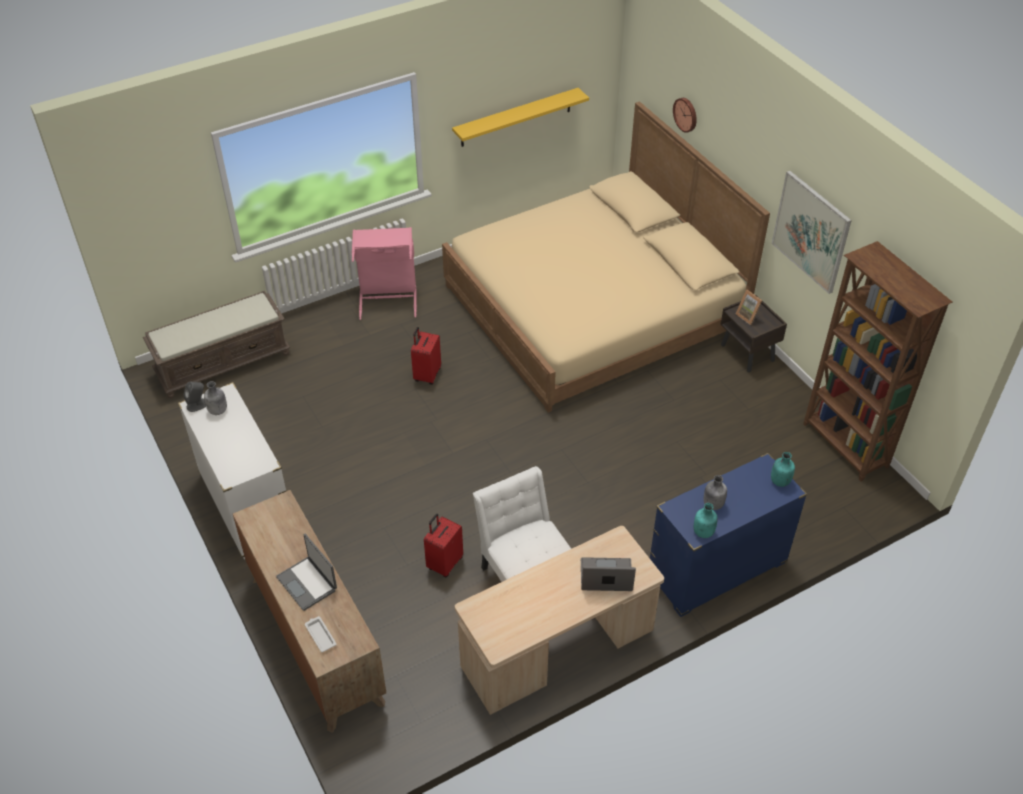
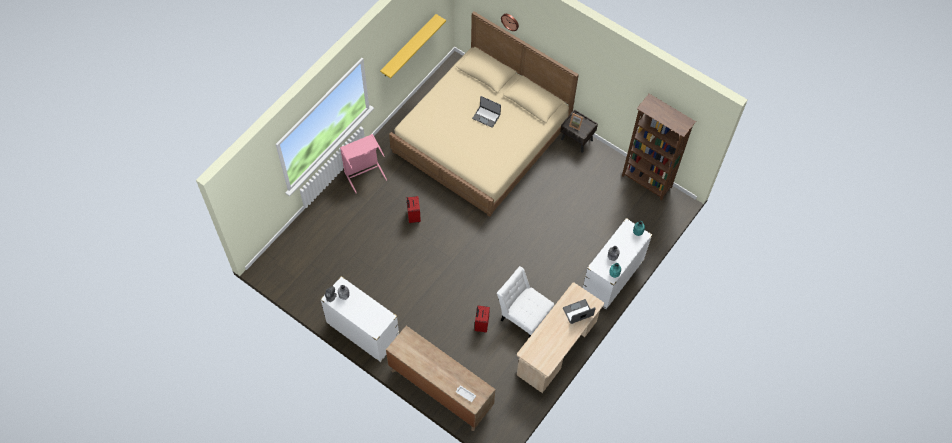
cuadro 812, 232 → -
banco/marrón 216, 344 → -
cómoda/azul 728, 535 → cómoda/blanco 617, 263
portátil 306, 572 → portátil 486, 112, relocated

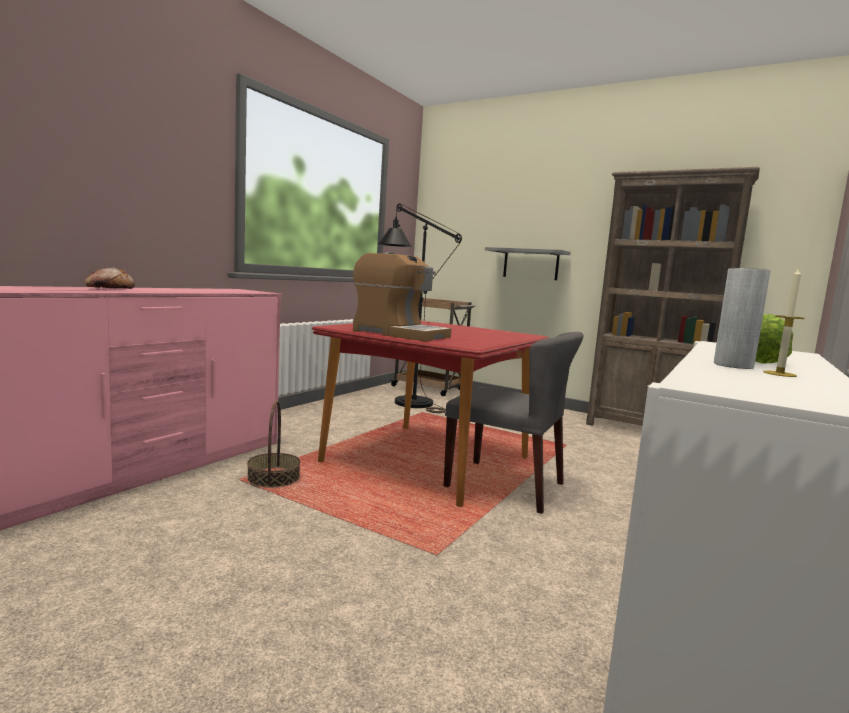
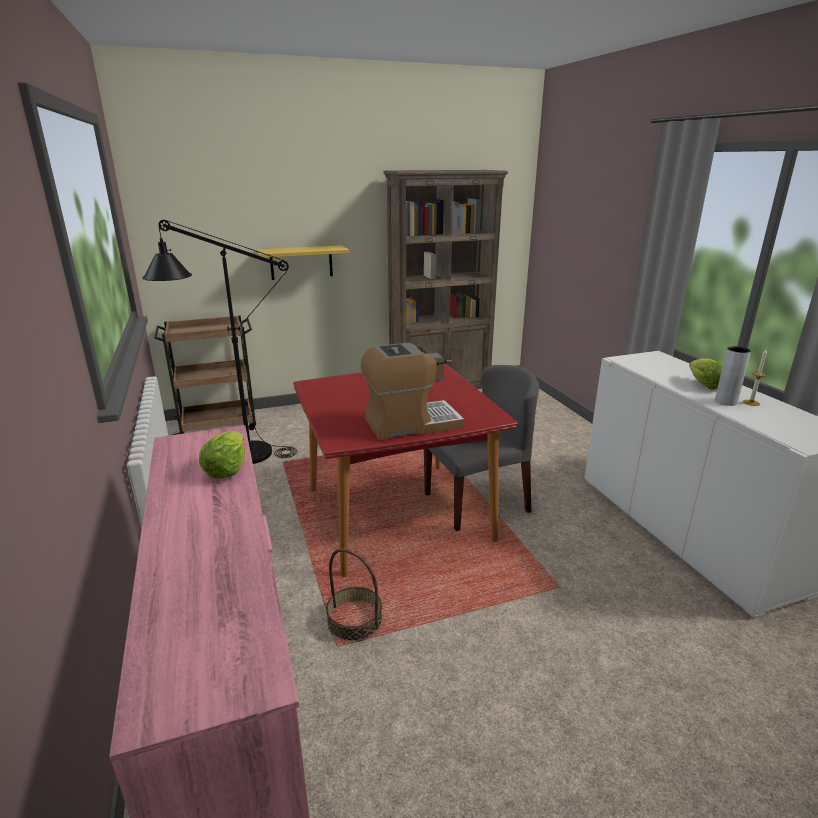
estante/gris 528, 263 → estante/amarillo 303, 262
pan 109, 278 → -
- → lechuga 222, 455

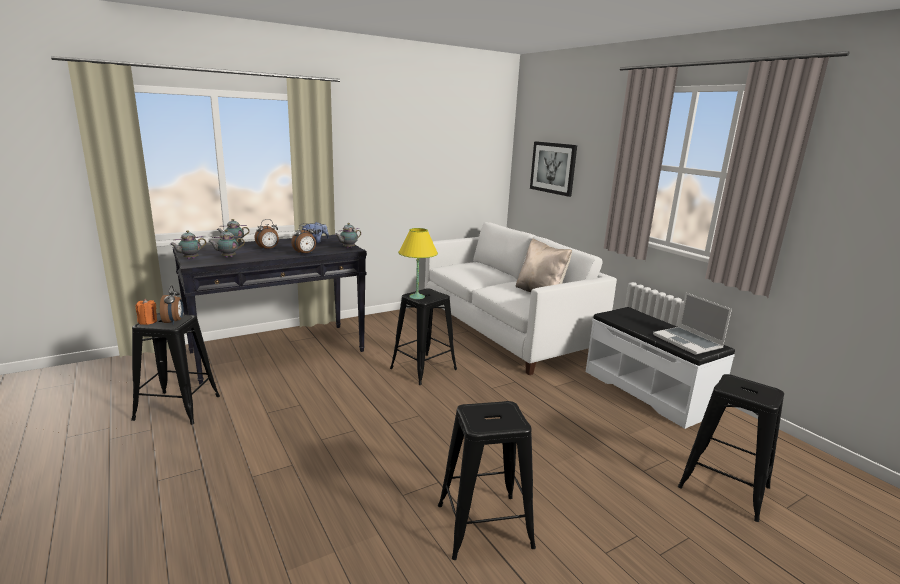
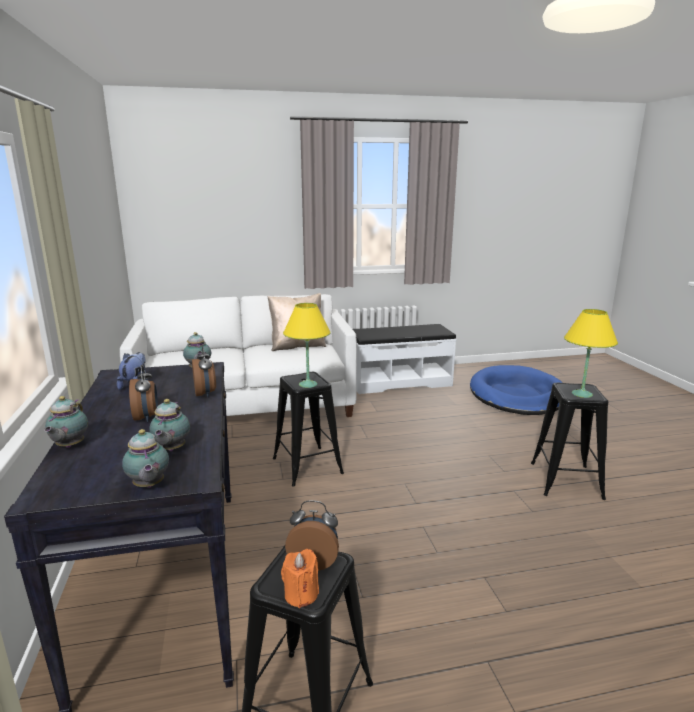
cuadro 553, 169 → -
portátil 692, 324 → -
taburete/negro 731, 448 → cama para perro/azul 516, 390
- → lámpara de mesa/amarillo 591, 353

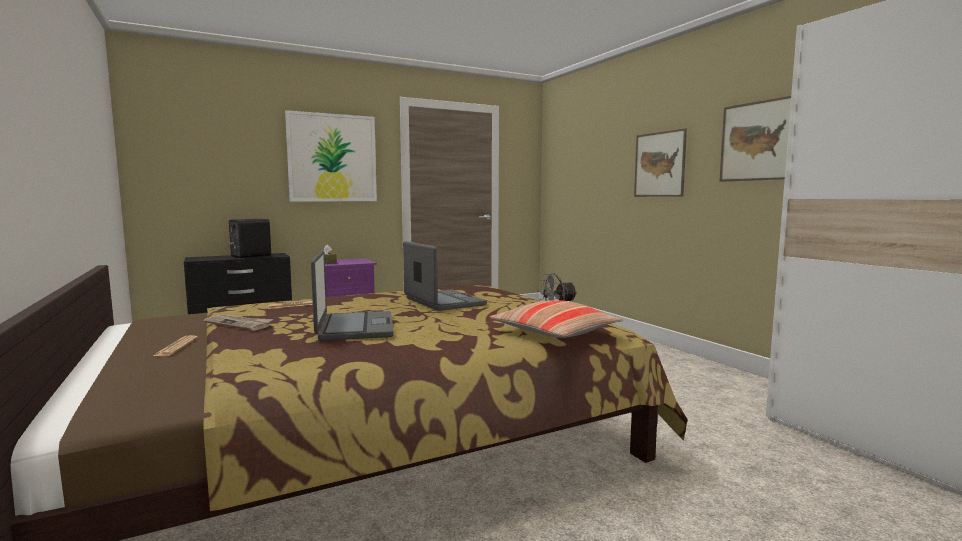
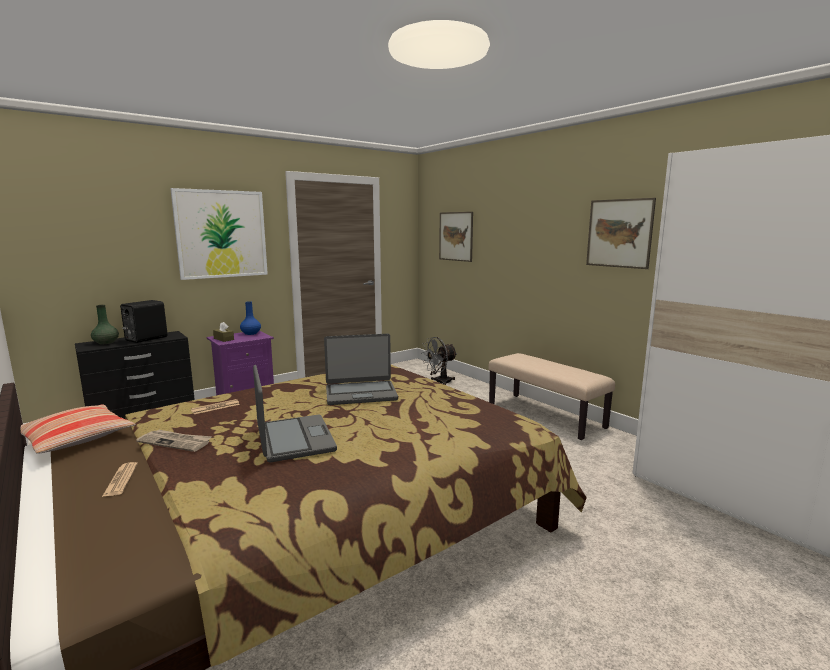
cuadro 660, 162 → cuadro 456, 237, relocated
portátil 445, 276 → portátil 361, 369, 120 degrees clockwise
cojín 556, 319 → cojín 78, 429, relocated
- → florero/azul 250, 318
- → florero/verde 105, 324
- → banco/beis 551, 396

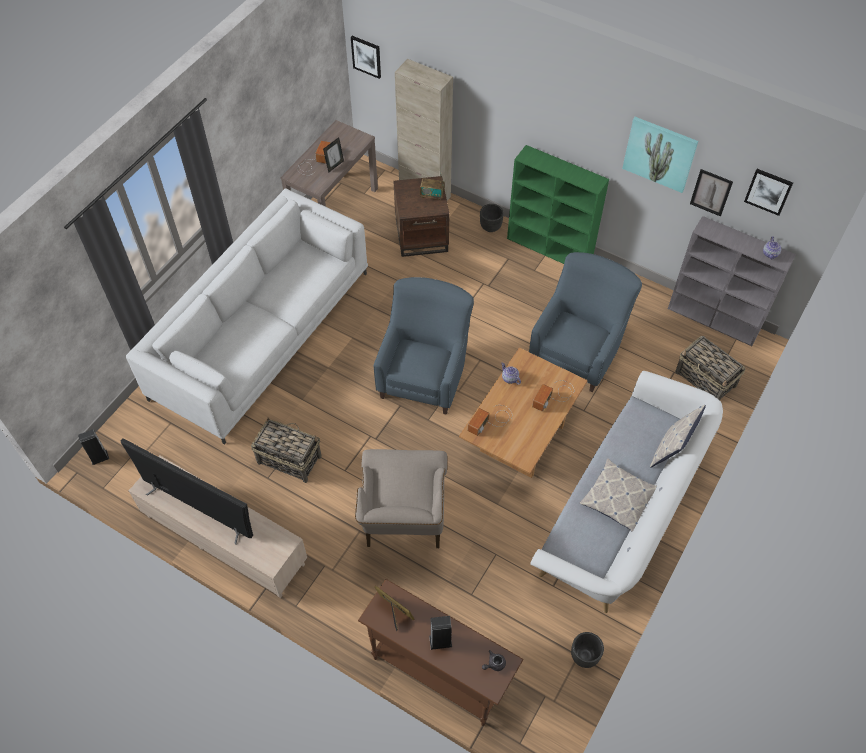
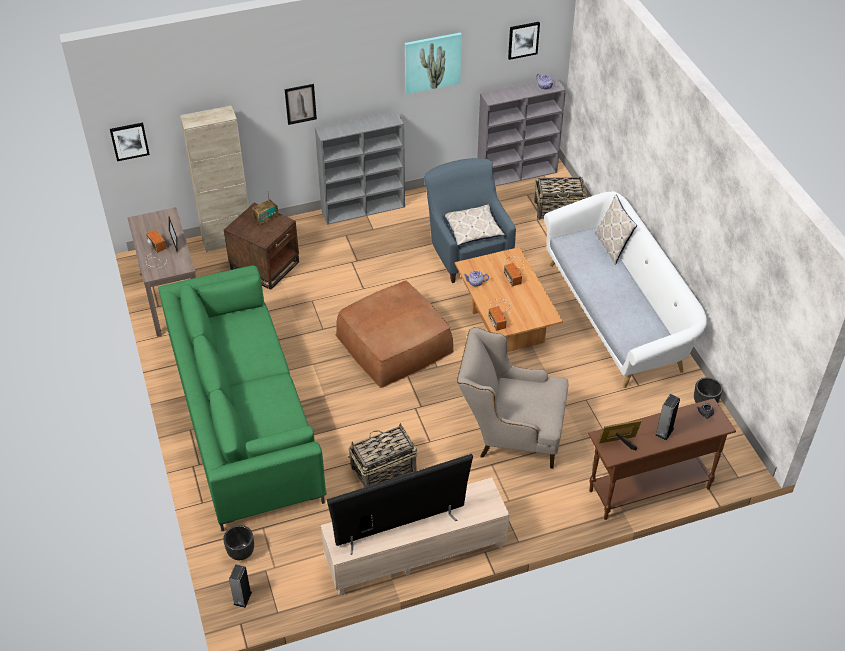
estantería/verde 558, 204 → estantería/gris 360, 168
cuadro 711, 193 → cuadro 301, 104, relocated
sofá/blanco 247, 316 → sofá/verde 242, 398
maceta/negro 492, 218 → maceta/negro 238, 542, relocated
sillón/azul 424, 346 → puf/marrón 395, 334
sillón/beis 401, 498 → sillón/beis 512, 398, 150 degrees clockwise
cojín 618, 495 → cojín 475, 225, relocated

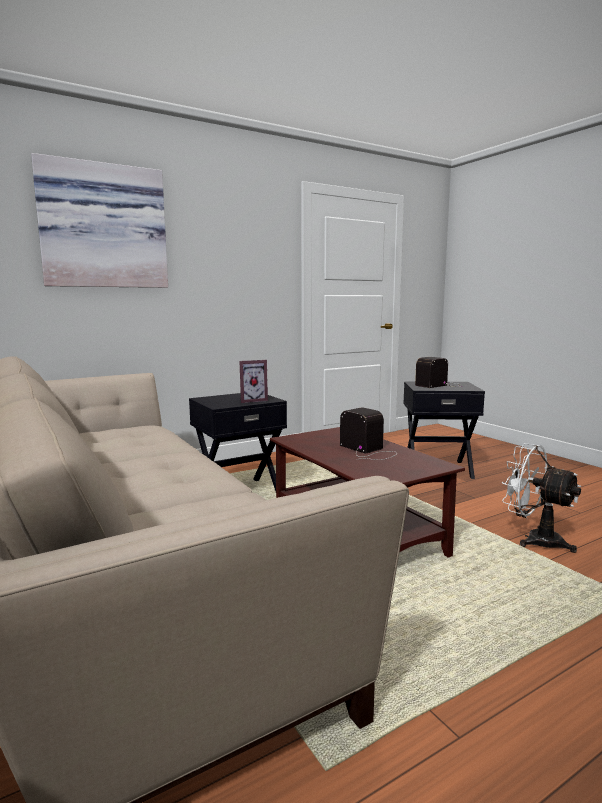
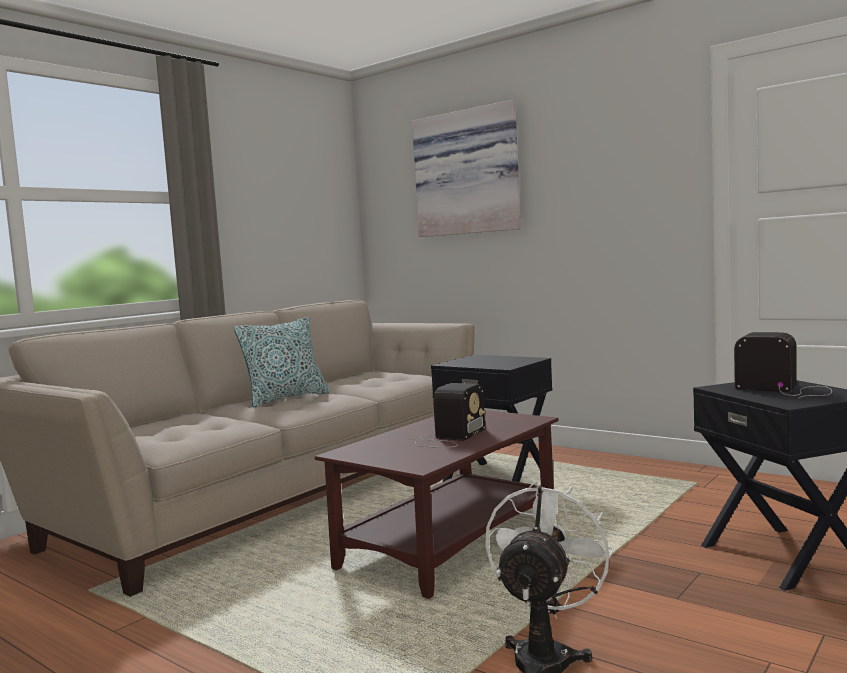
portarretratos 253, 381 → -
- → cojín 281, 362

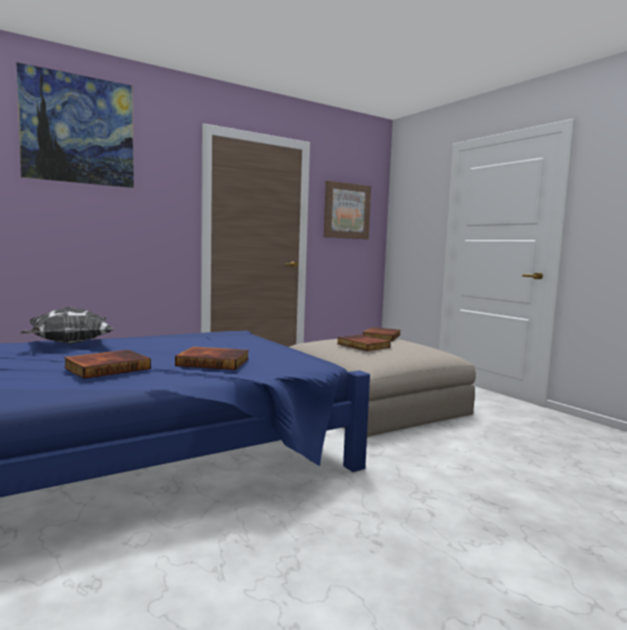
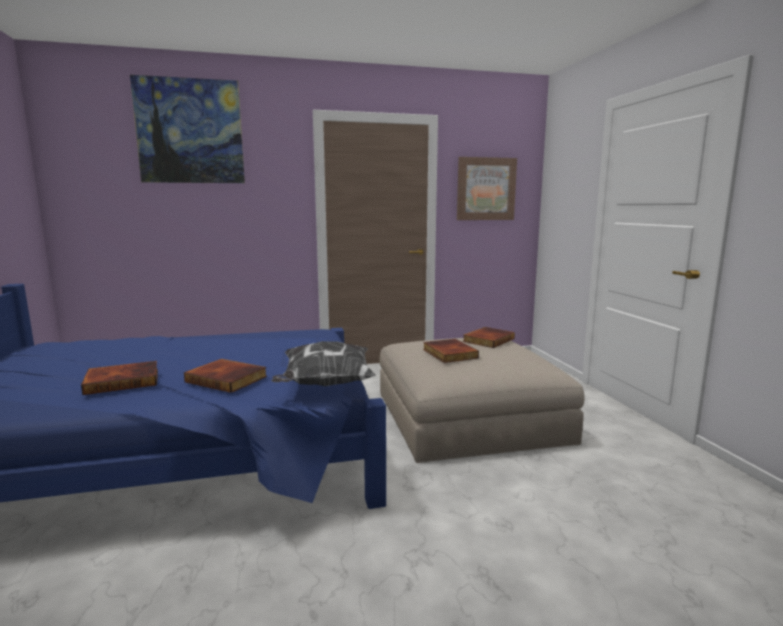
cojín 67, 325 → cojín 323, 363, relocated

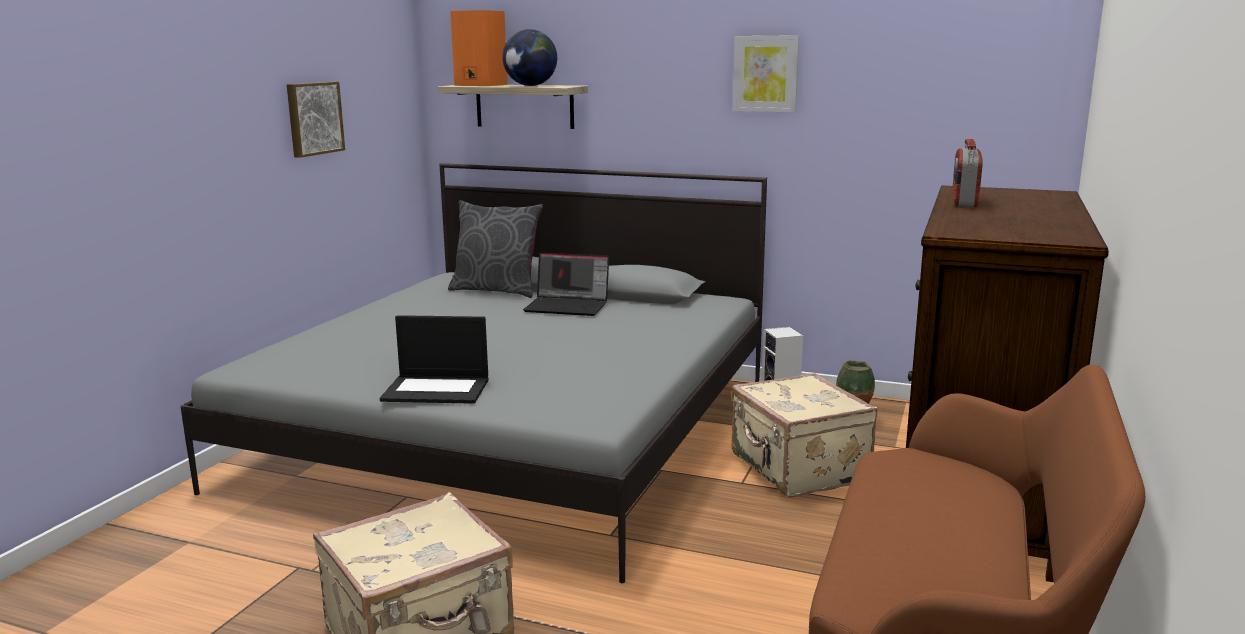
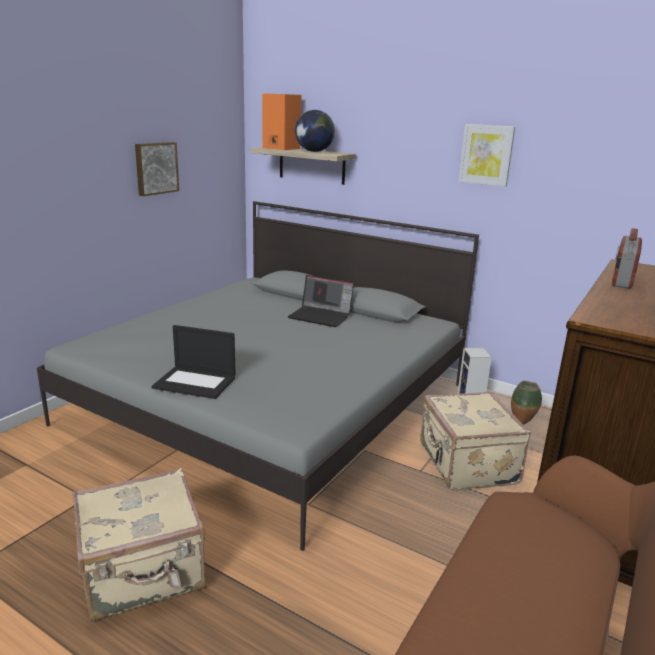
cojín/gris 495, 249 → -

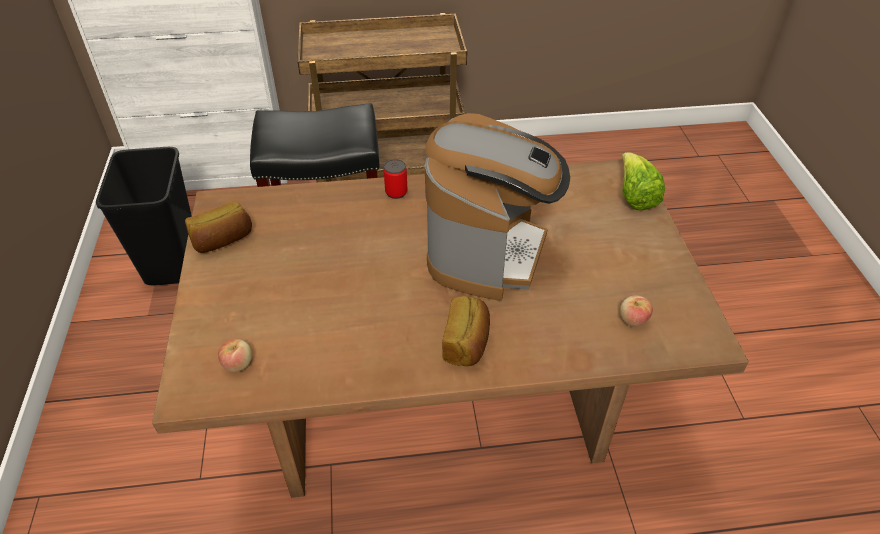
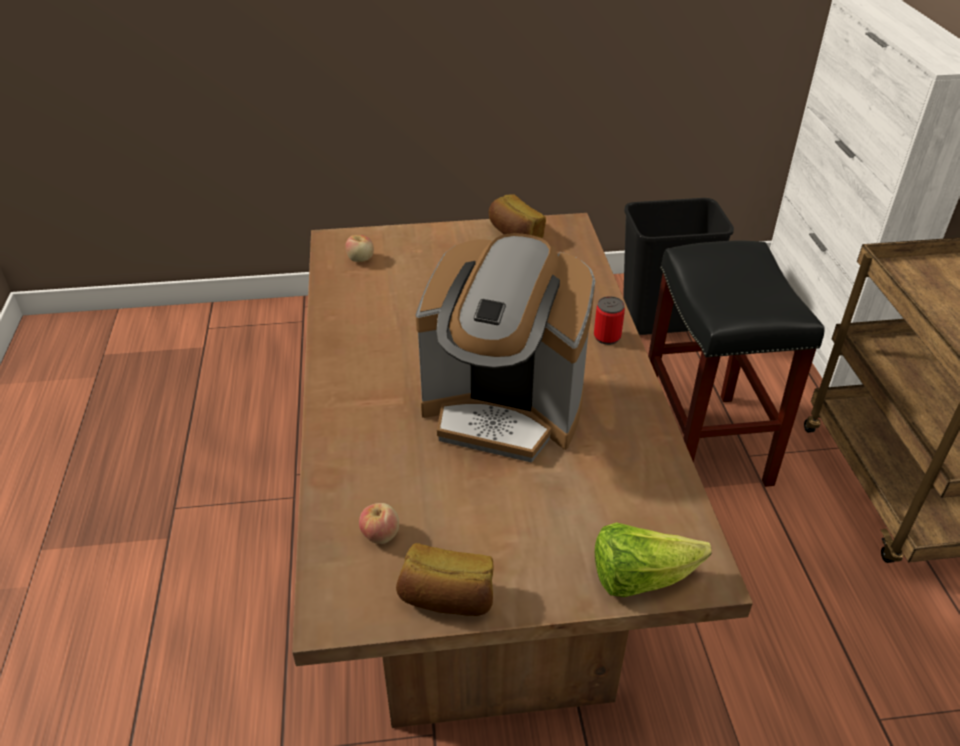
pan 466, 331 → pan 444, 579, relocated

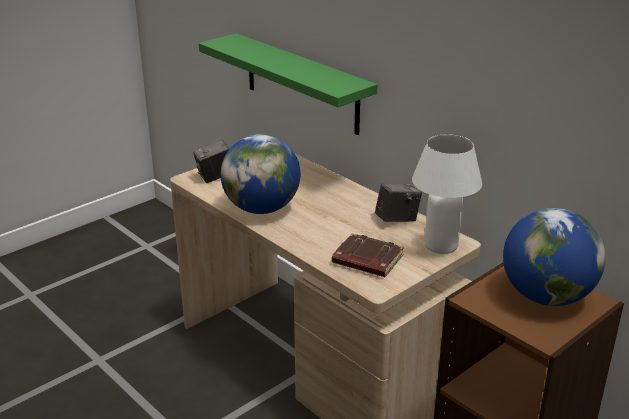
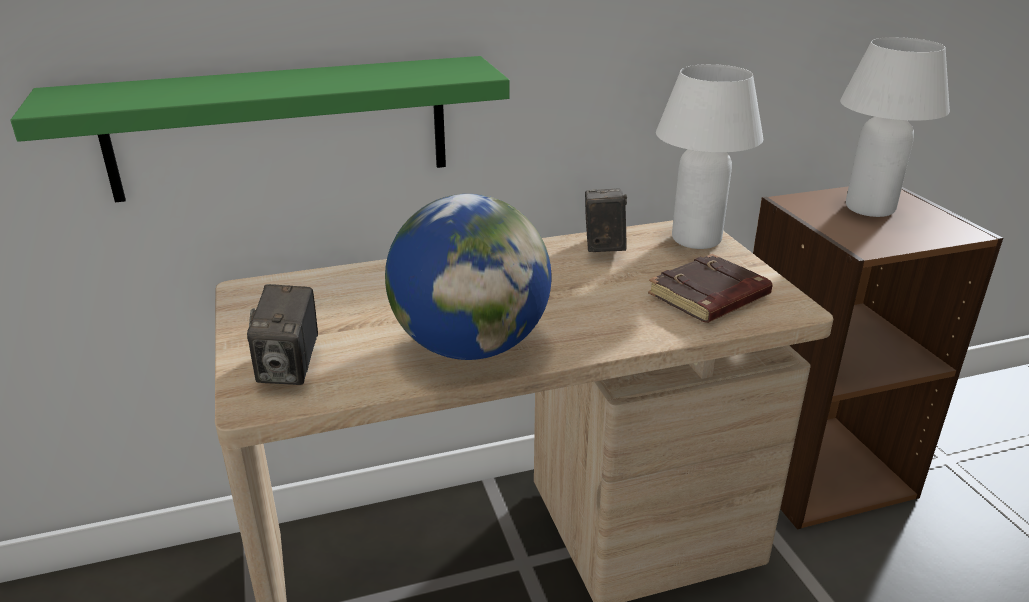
globo terráqueo 554, 257 → lámpara de mesa/blanco 895, 127

